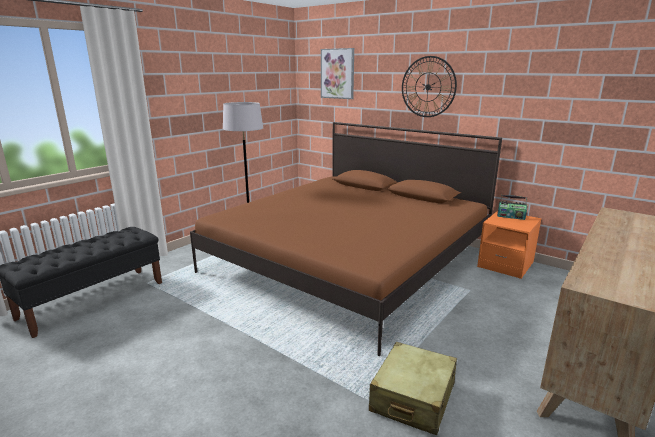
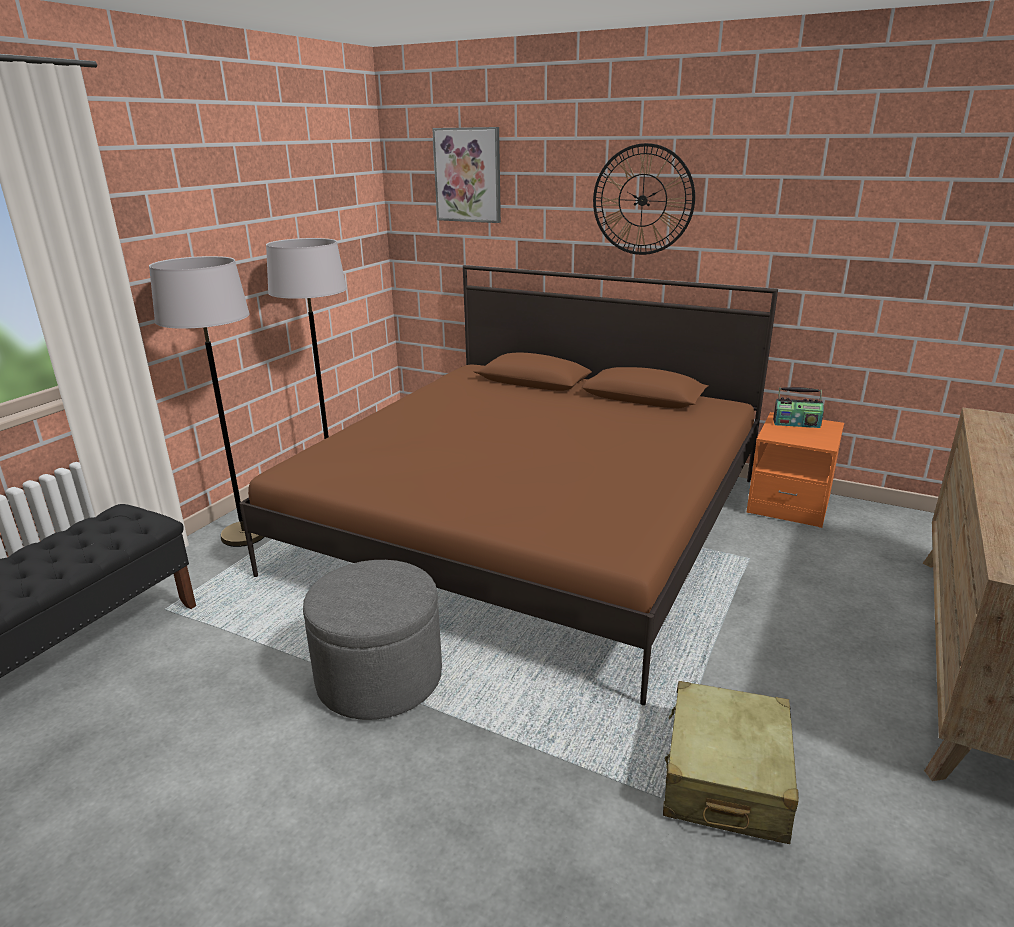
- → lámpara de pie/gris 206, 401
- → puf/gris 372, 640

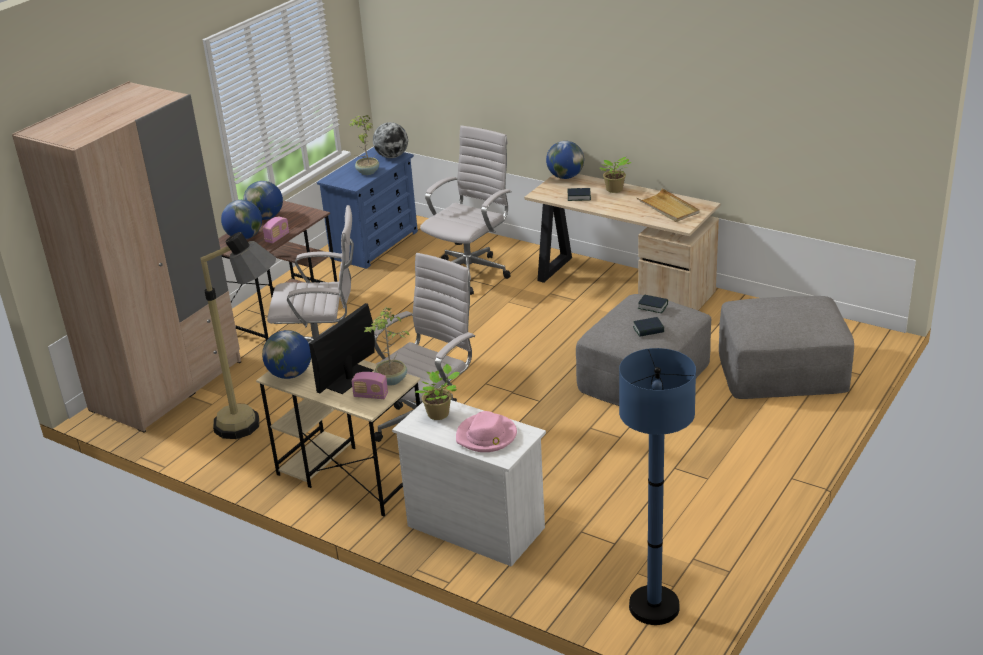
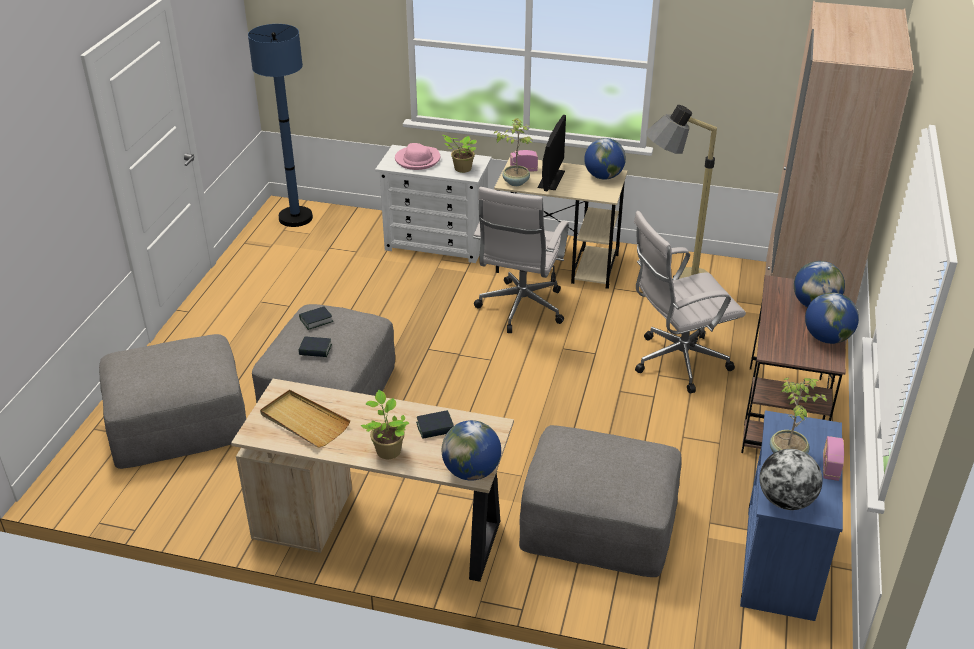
silla de oficina/blanco 466, 210 → puf/gris 600, 501
radio 276, 229 → radio 833, 458, relocated

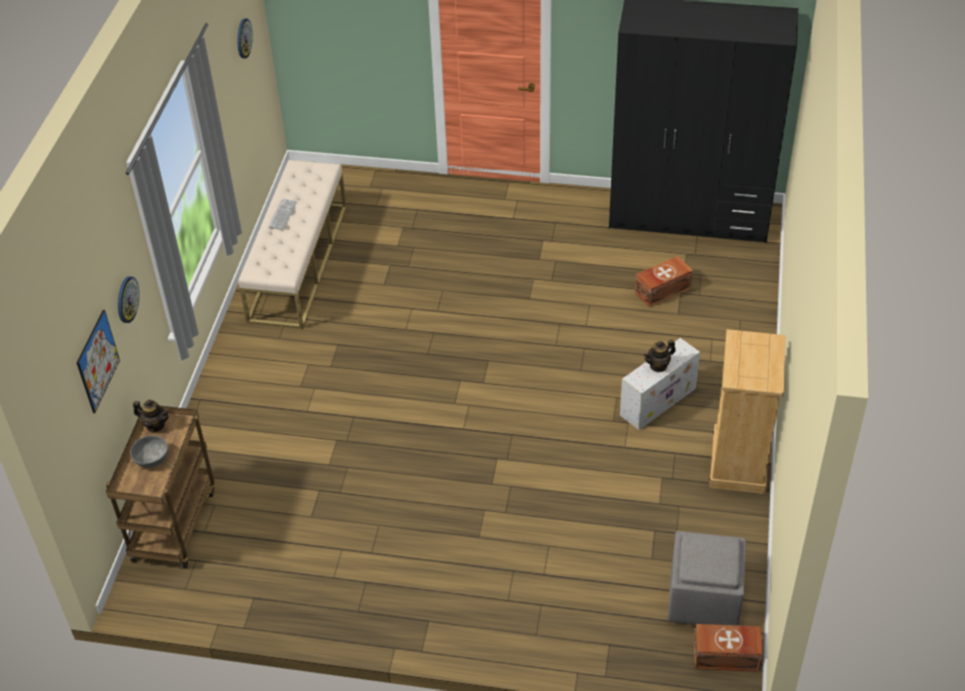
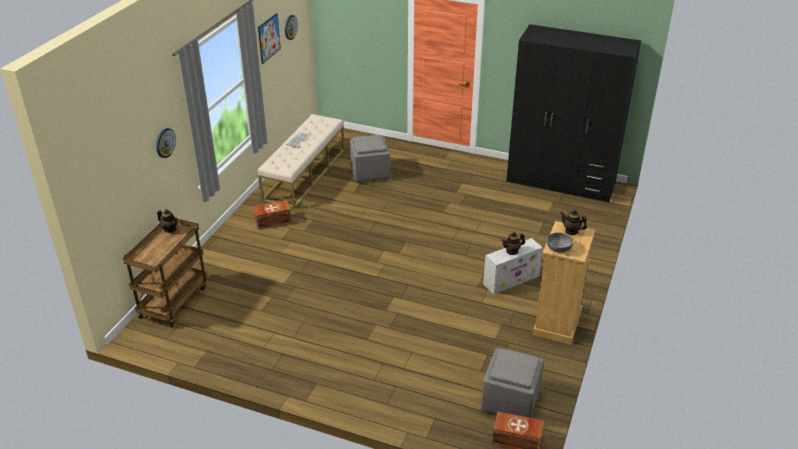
caja de almacenaje/marrón 664, 282 → caja de almacenaje/marrón 272, 215, relocated
cuadro 98, 361 → cuadro 269, 38, relocated
cuenco/gris 149, 451 → cuenco/gris 560, 242, relocated
- → puf/gris 370, 159
- → tetera 574, 222

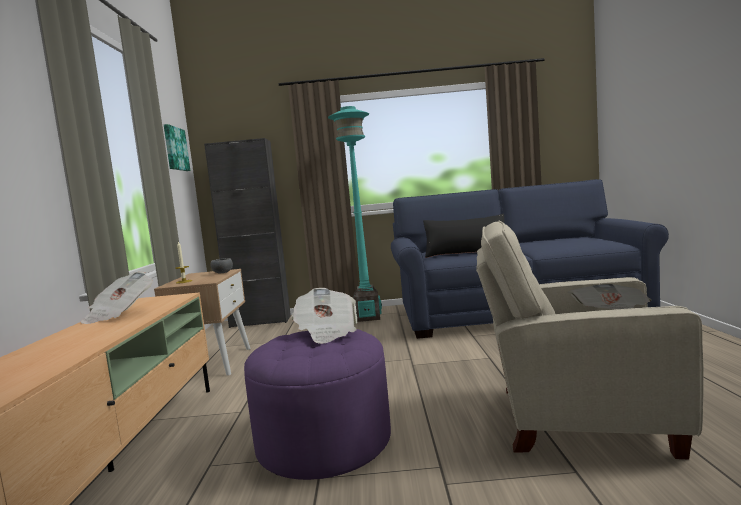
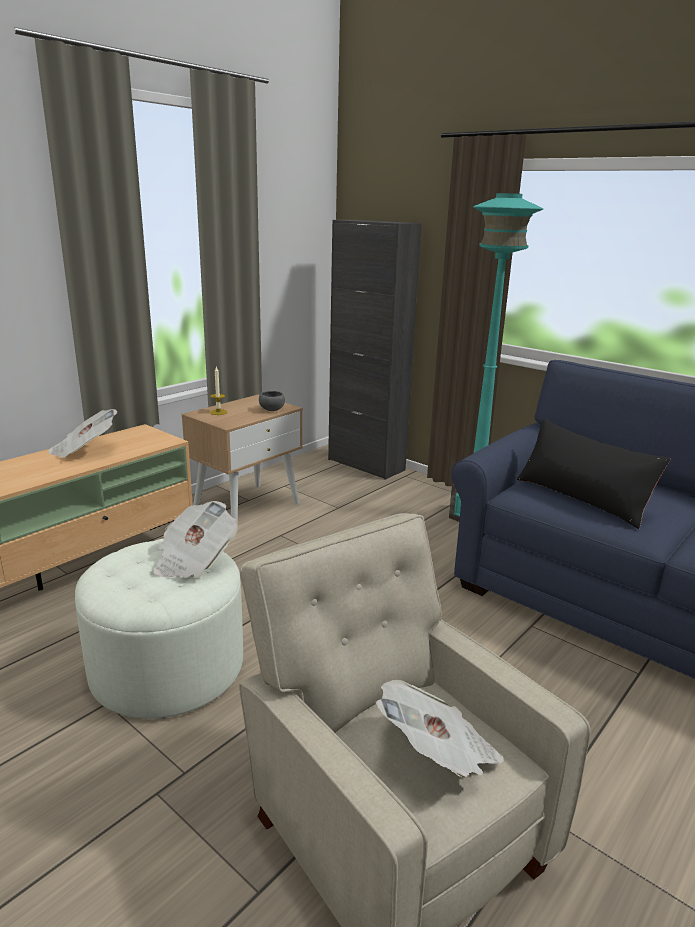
cuadro 177, 147 → -
puf/morado 317, 404 → puf/blanco 159, 629

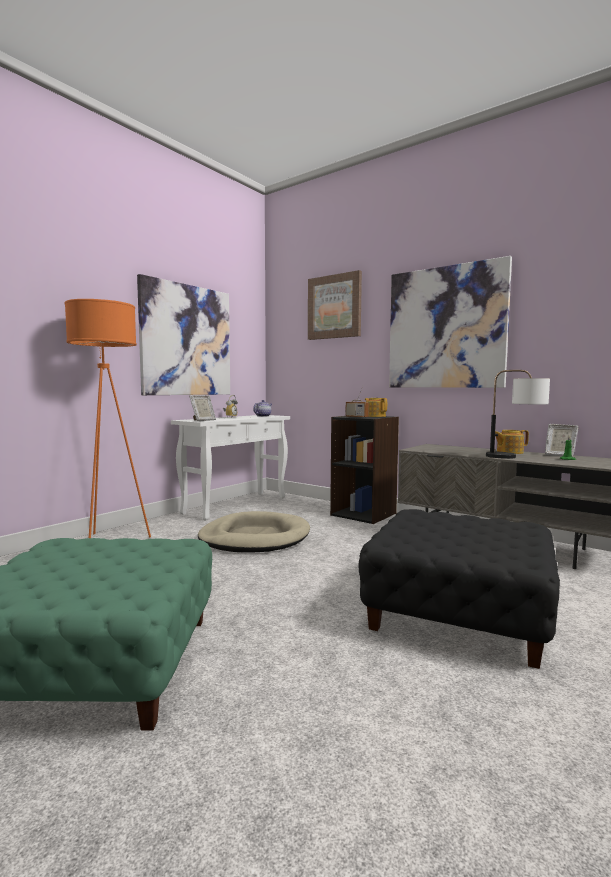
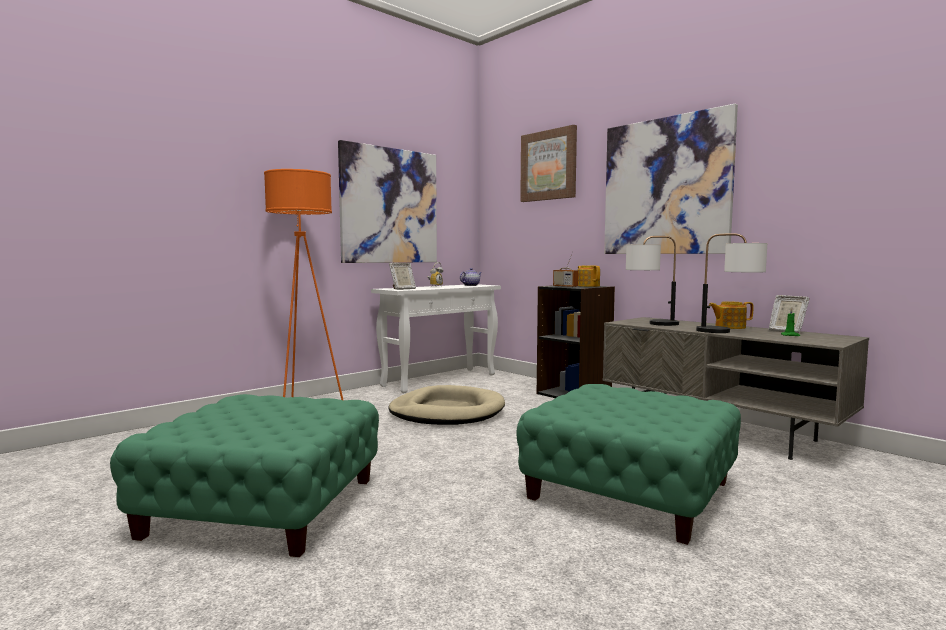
puf/negro 459, 589 → puf/verde 629, 464
- → lámpara de mesa 652, 281

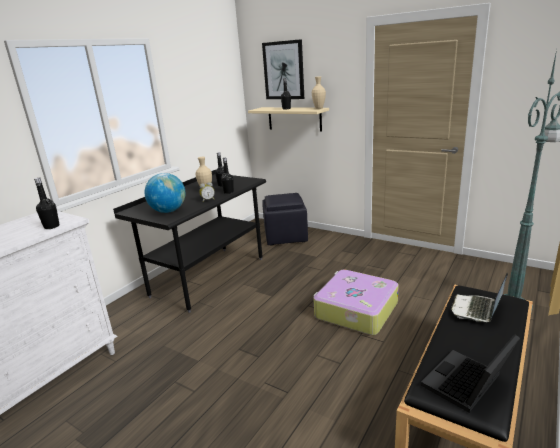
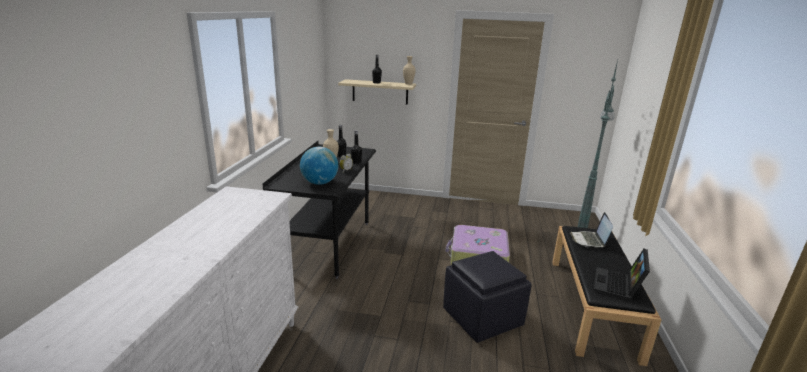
cuadro 283, 69 → -
botella/negro 47, 203 → -
puf/negro 285, 219 → puf/negro 487, 297, relocated

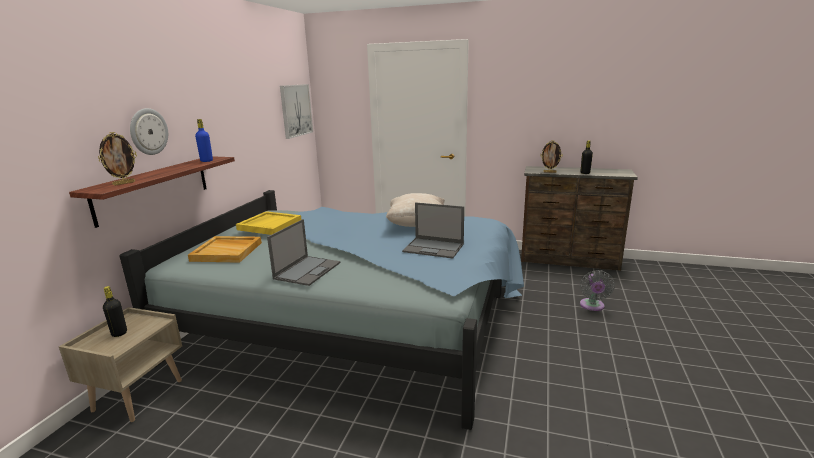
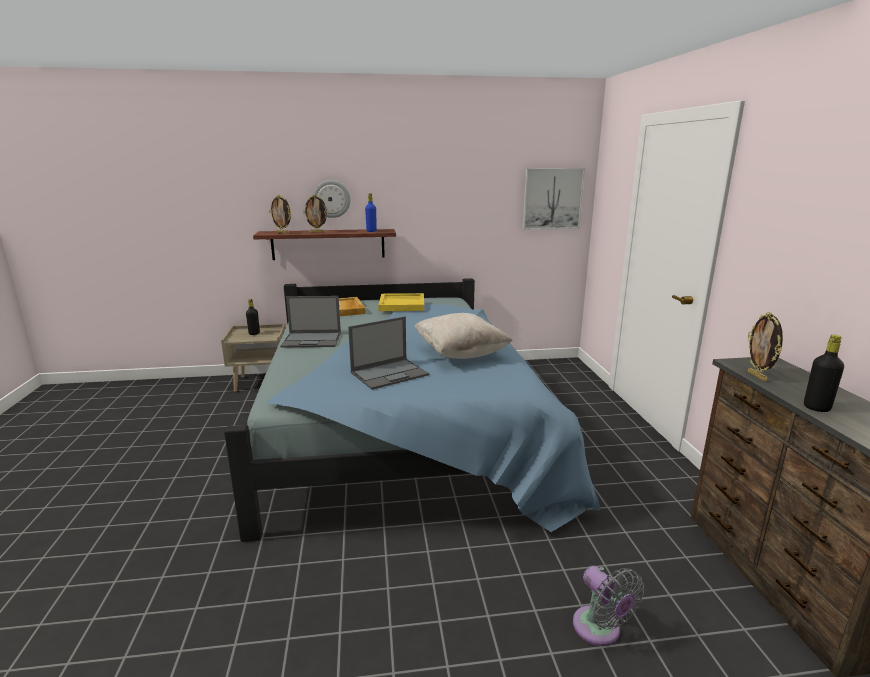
portátil 433, 230 → portátil 388, 353, 120 degrees counterclockwise
ventilador/gris 597, 290 → ventilador/gris 608, 606, 105 degrees counterclockwise
- → portarretratos 315, 213

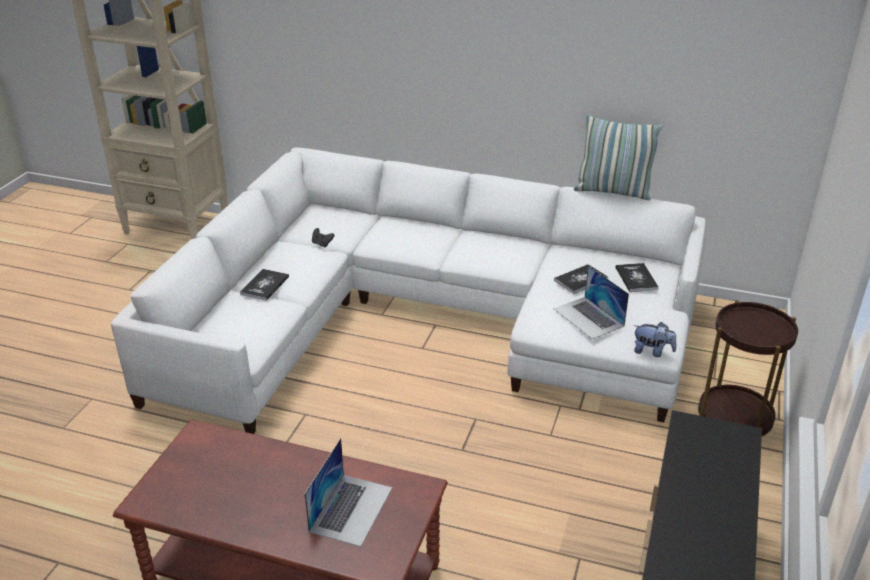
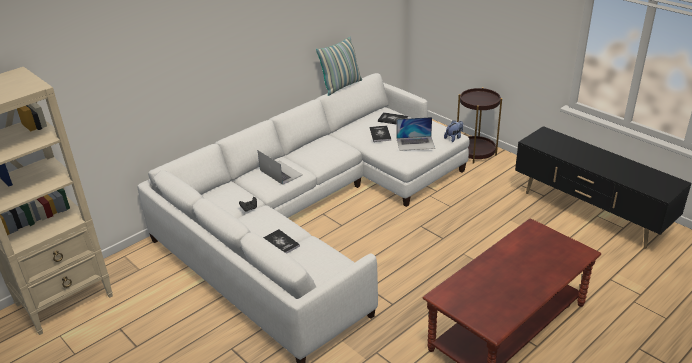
portátil 348, 492 → portátil 280, 167, relocated

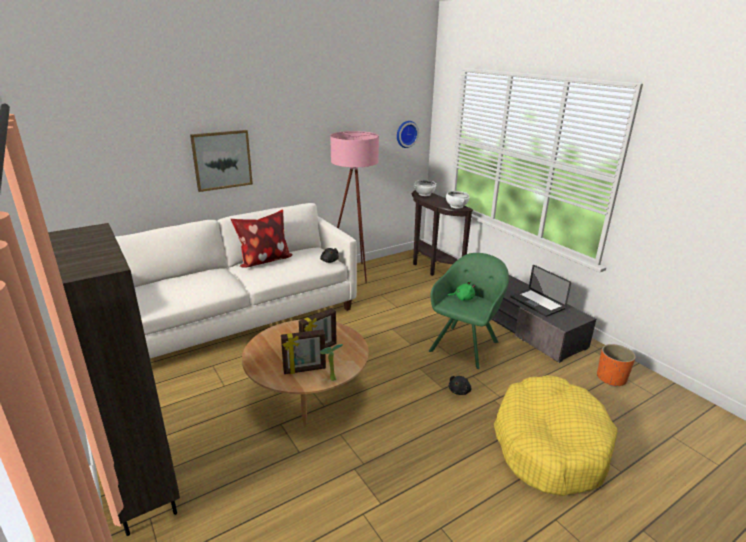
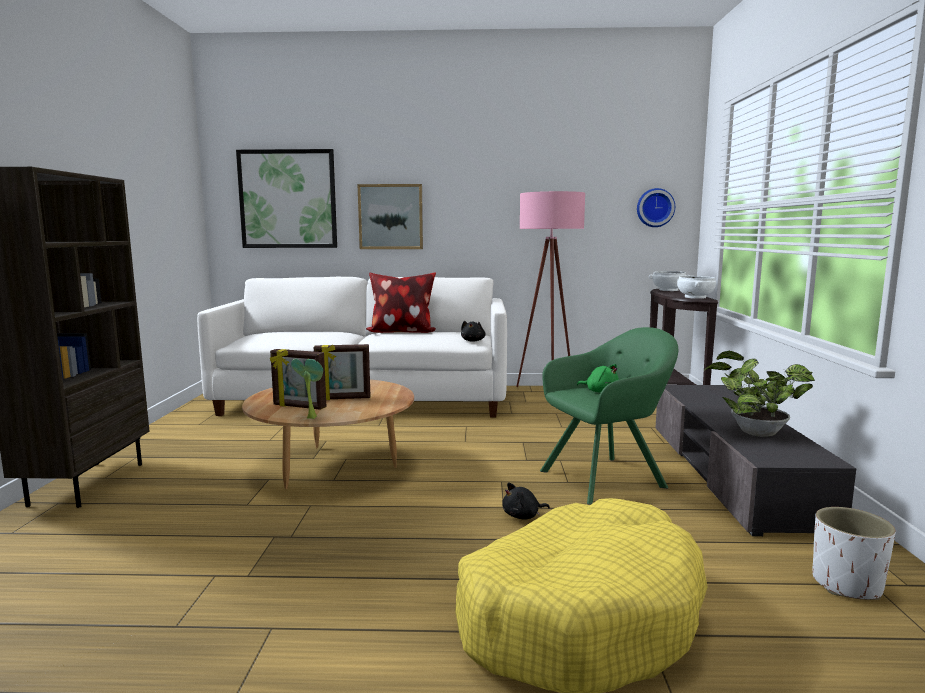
portátil 540, 291 → planta en maceta 759, 394
maceta/naranja 616, 365 → maceta/blanco 854, 553
- → cuadro 286, 198

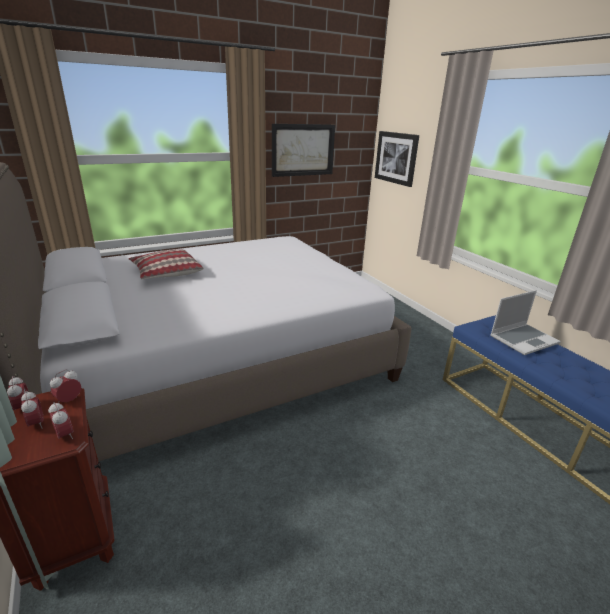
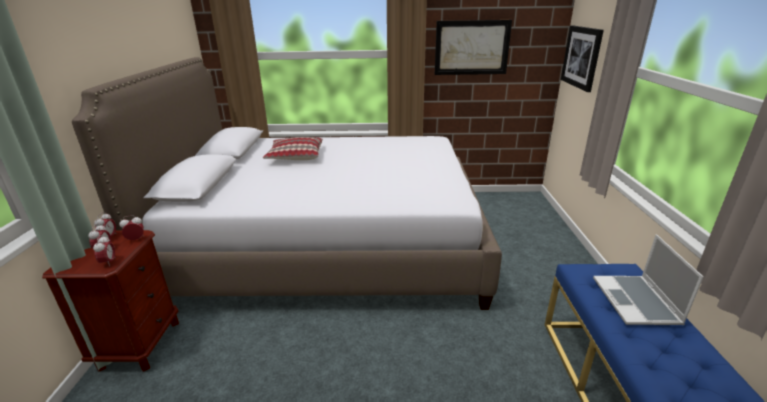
portátil 525, 322 → portátil 648, 279, 90 degrees clockwise

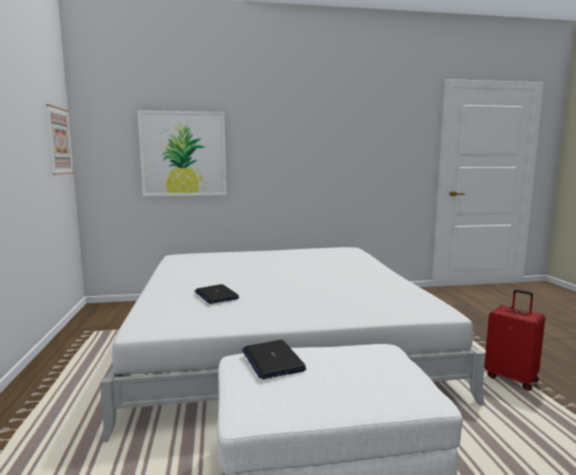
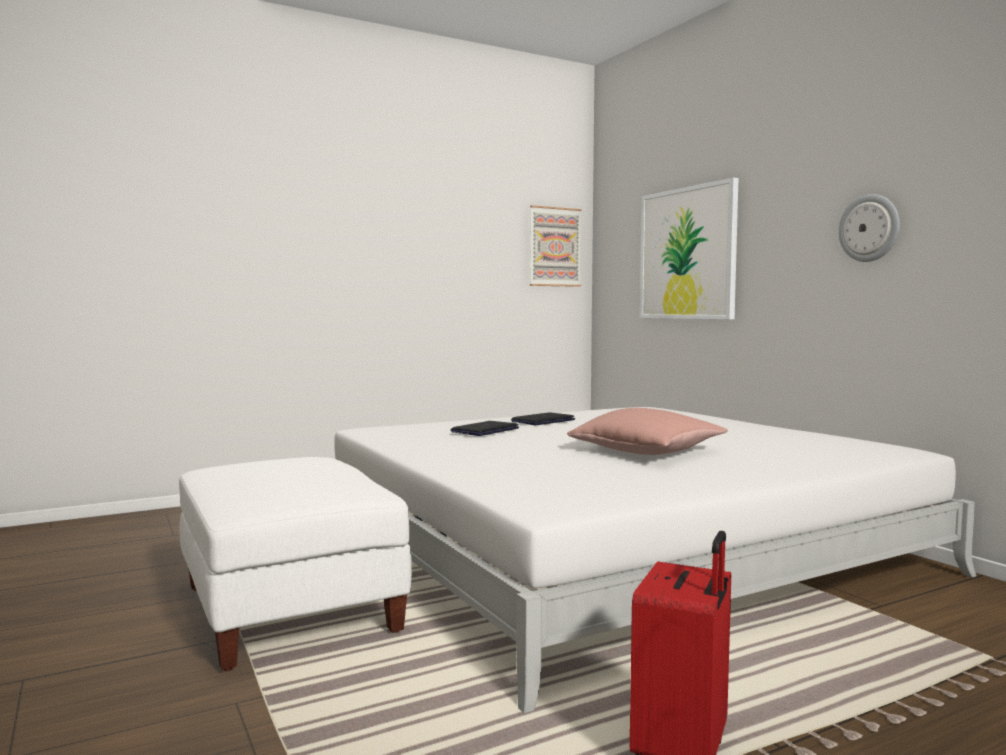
portátil 274, 359 → portátil 543, 418, relocated
- → reloj de pared 869, 228
- → cojín/rosa 647, 431

